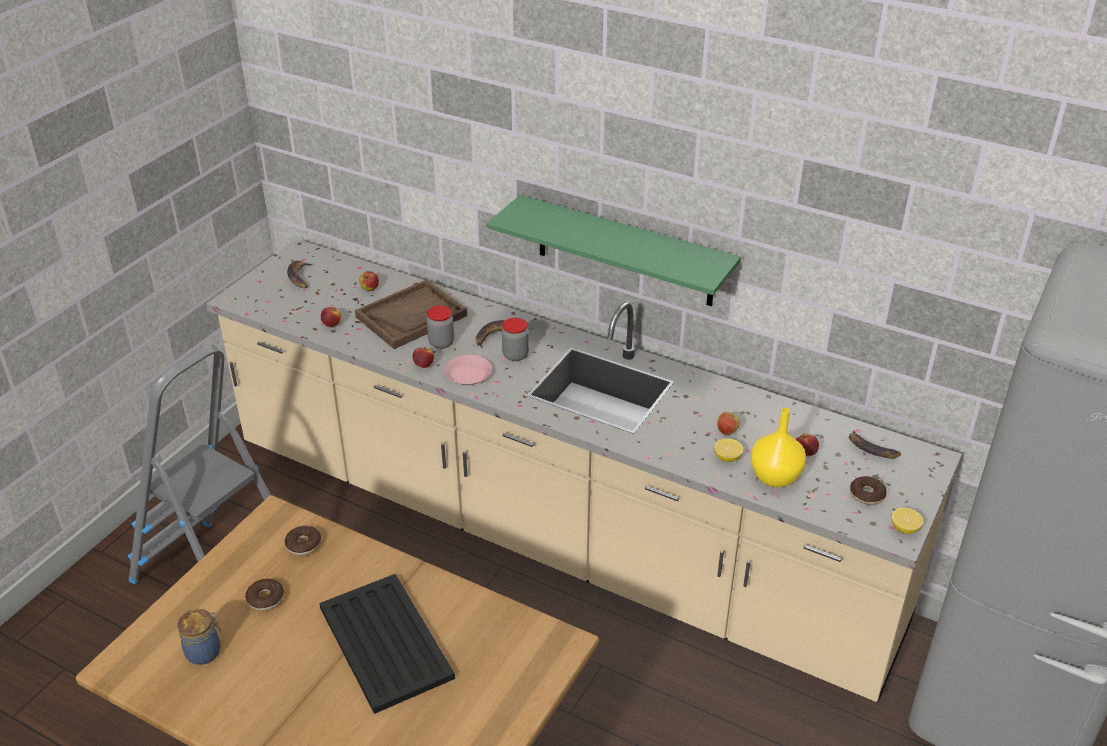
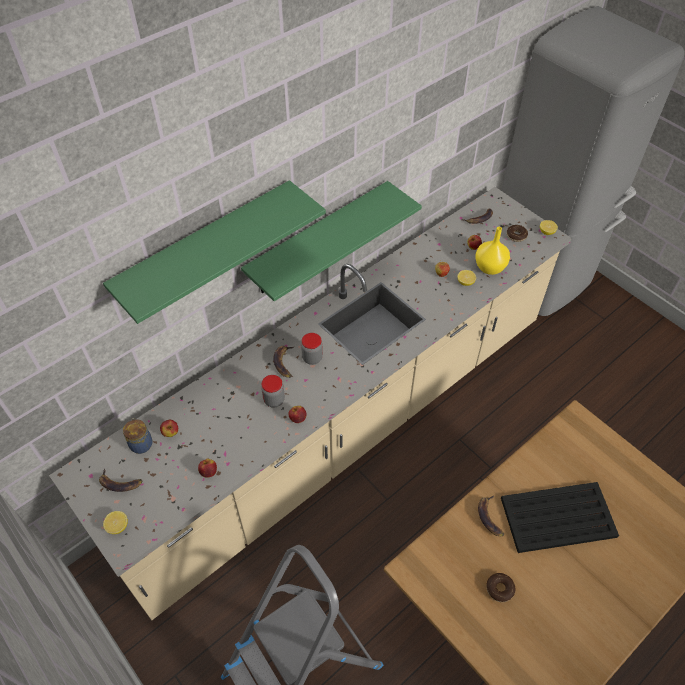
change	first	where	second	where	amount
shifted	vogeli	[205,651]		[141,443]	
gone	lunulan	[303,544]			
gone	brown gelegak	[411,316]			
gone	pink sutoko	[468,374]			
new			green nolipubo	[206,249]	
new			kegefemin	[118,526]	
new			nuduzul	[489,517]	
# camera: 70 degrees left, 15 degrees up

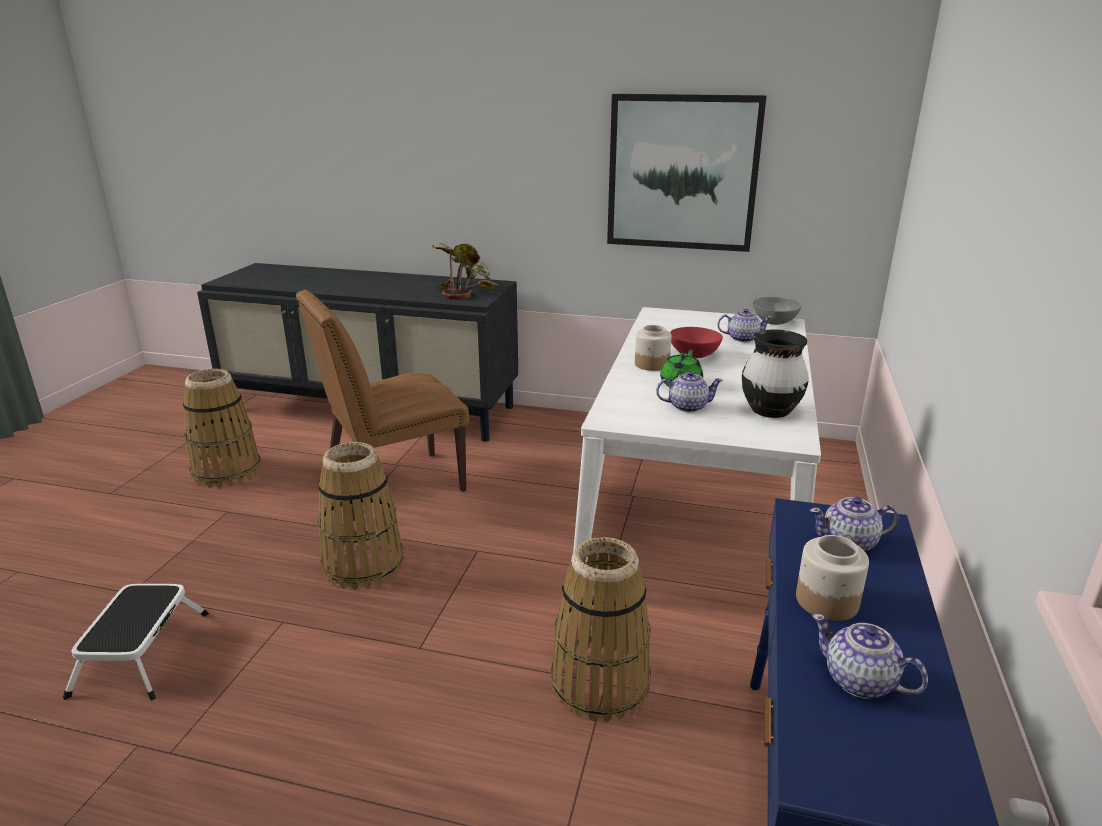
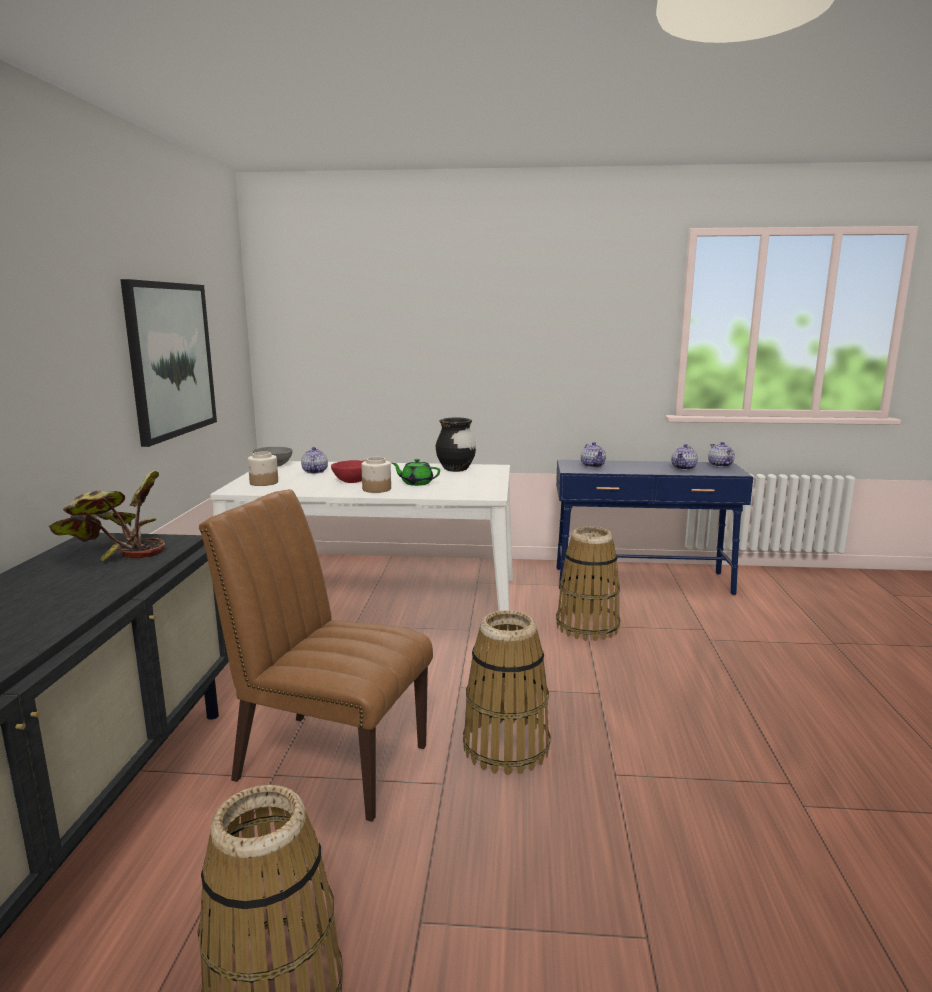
change	first	where	second	where	amount
gone	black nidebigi	[142,653]			
rotated	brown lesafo	[396,485]		[333,763]	150 degrees clockwise
shifted	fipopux	[687,406]		[720,465]	
shifted	vogeli	[826,601]		[264,483]	
# camera: 100 degrees left, 10 degrees down

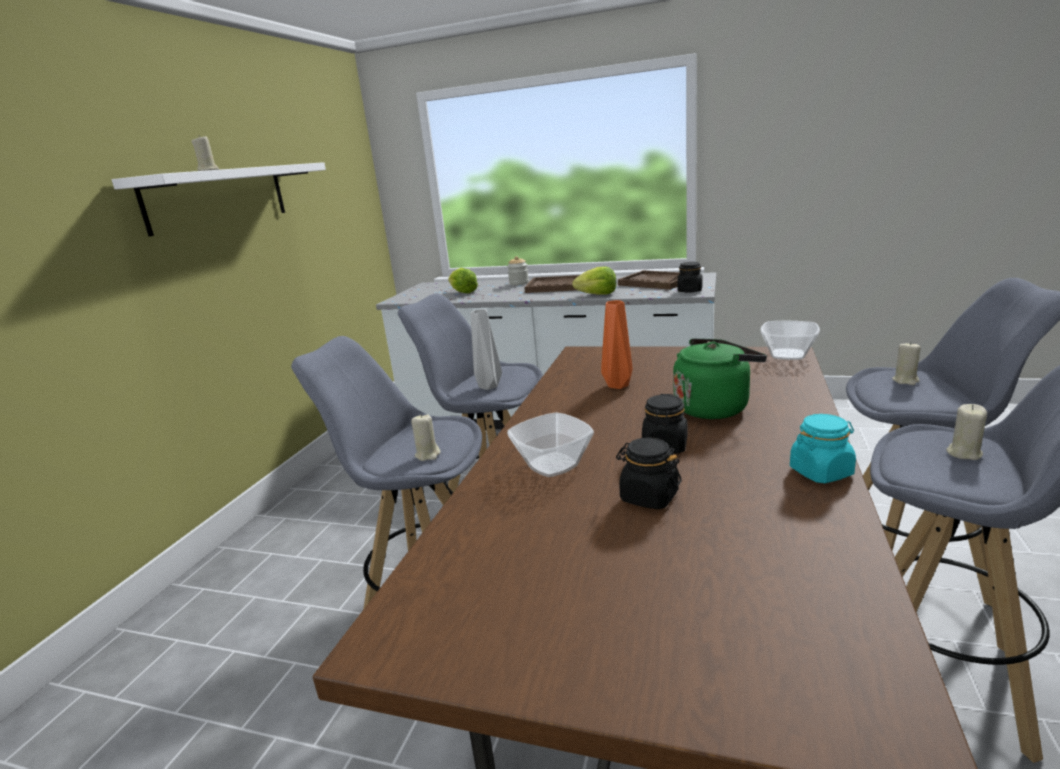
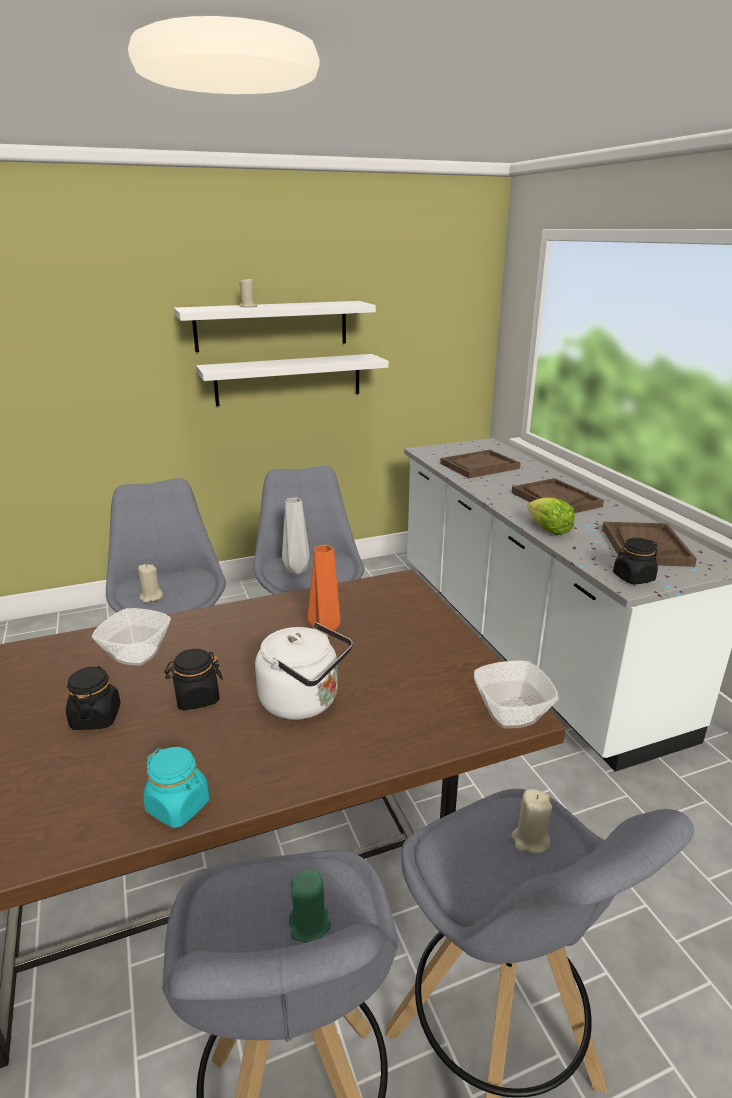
change	first	where	second	where	amount
swapped	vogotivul	[463,292]	brown gelegak	[479,466]	
gone	vogeli	[519,283]			
repainted	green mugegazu	[714,407]	white mugegazu	[304,701]	
repainted	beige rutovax	[963,453]	green rutovax	[310,924]	
new			white nolipubo	[288,379]	
# camera: 50 degrees right, 5 degrees up

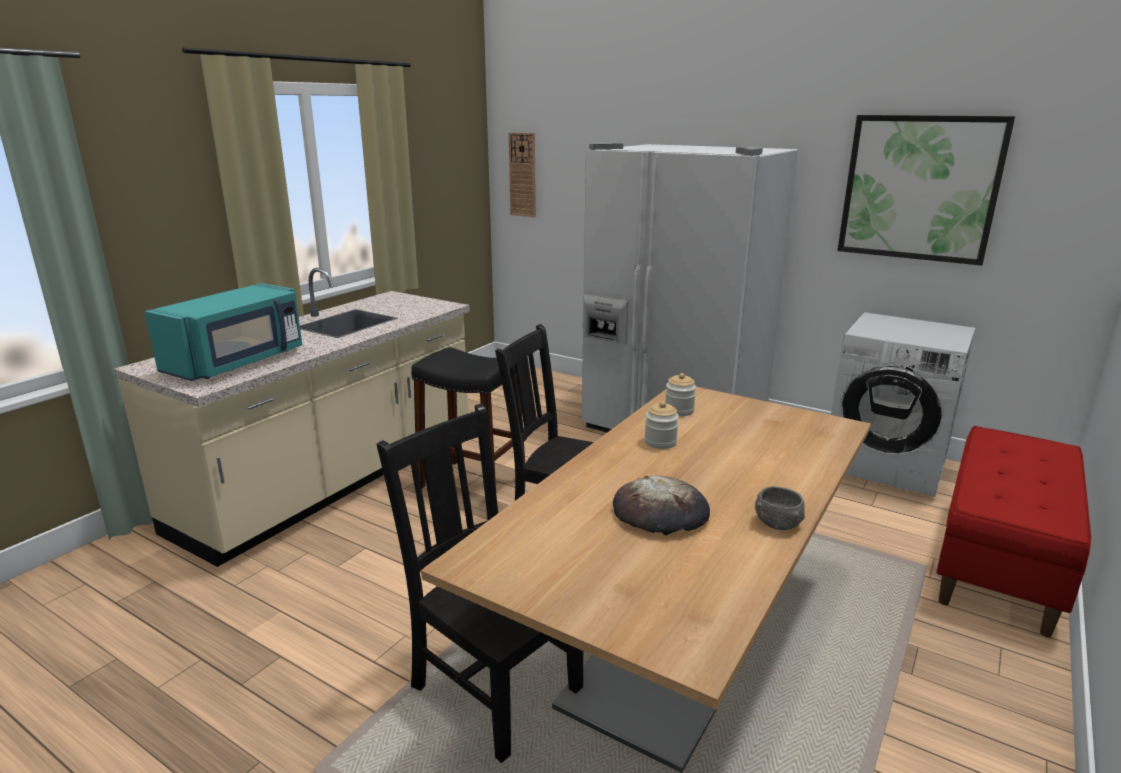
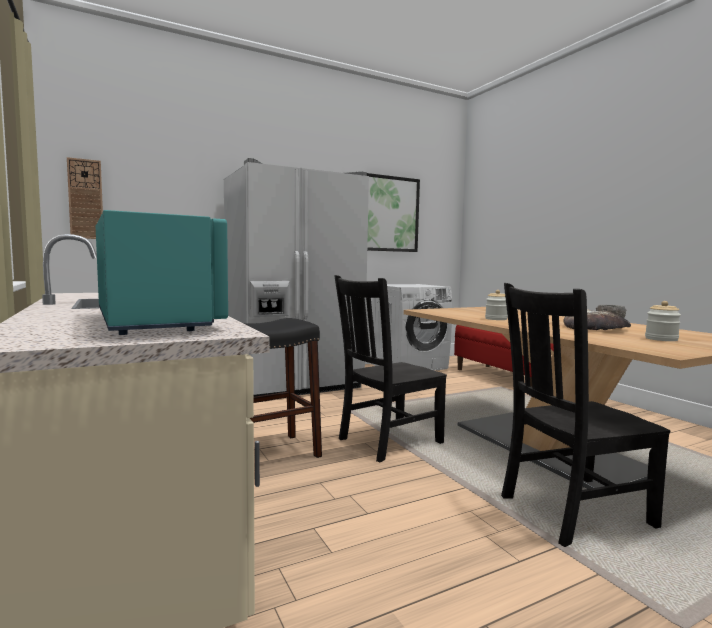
change	first	where	second	where	amount
shifted	vogeli	[679,410]		[661,339]	
# camera: 60 degrees left, 15 degrees down

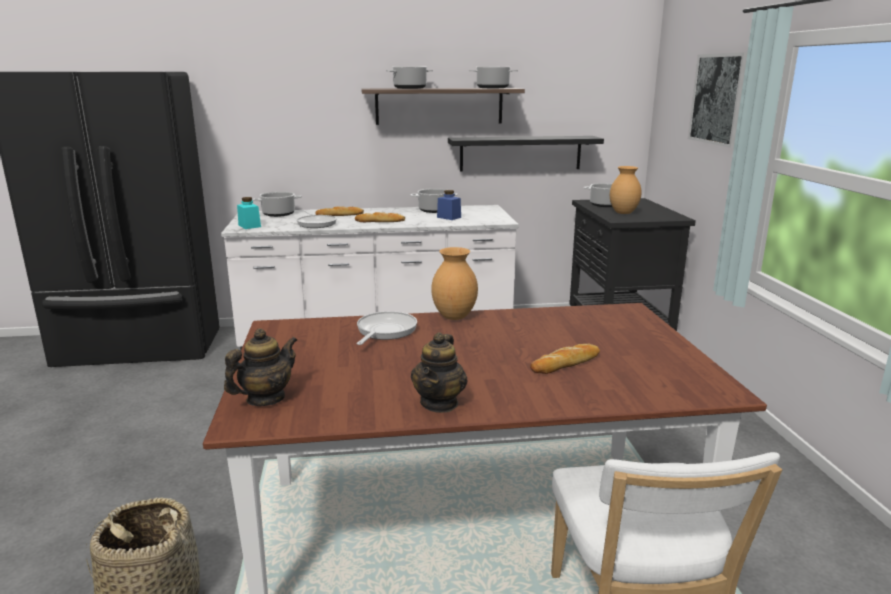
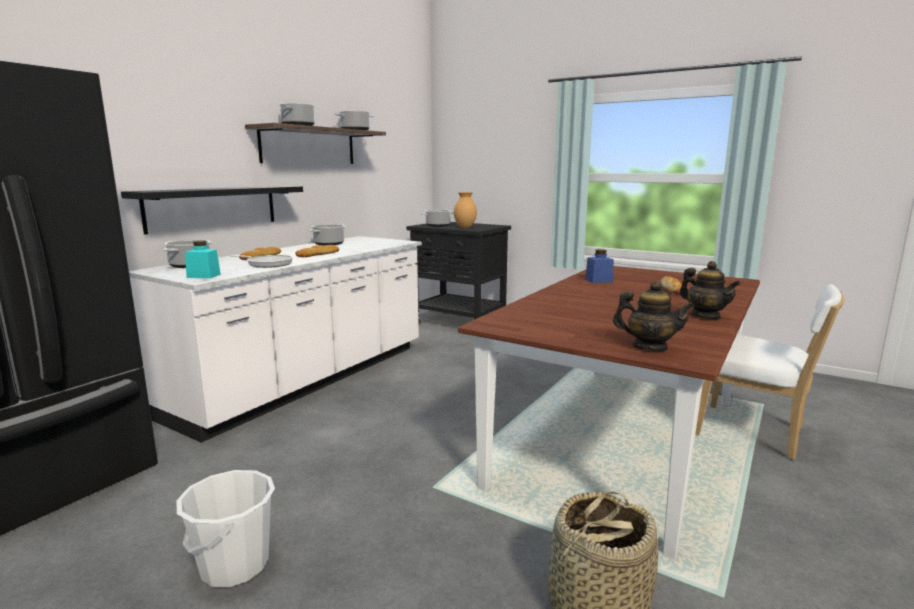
change	first	where	second	where	amount
rotated	fipopux	[265,399]		[649,347]	120 degrees clockwise
gone	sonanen	[385,331]			
gone	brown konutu	[453,316]			
shifted	blue vogeli	[449,217]		[599,280]	
shifted	black nolipubo	[520,153]		[213,207]	
gone	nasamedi	[719,99]			
new			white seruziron	[234,565]	
# camera: 50 degrees left, 5 degrees down

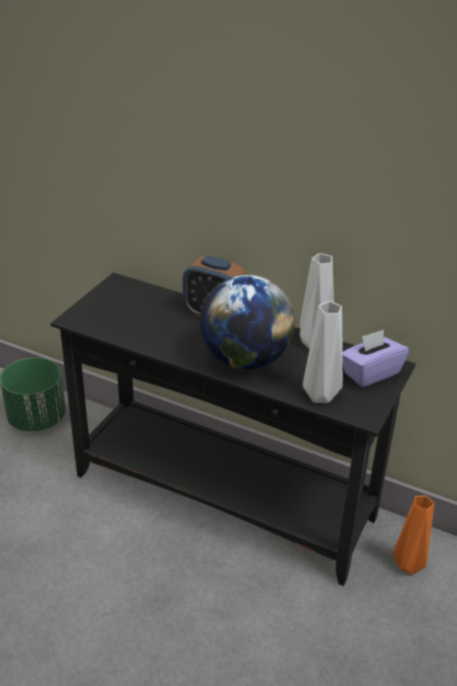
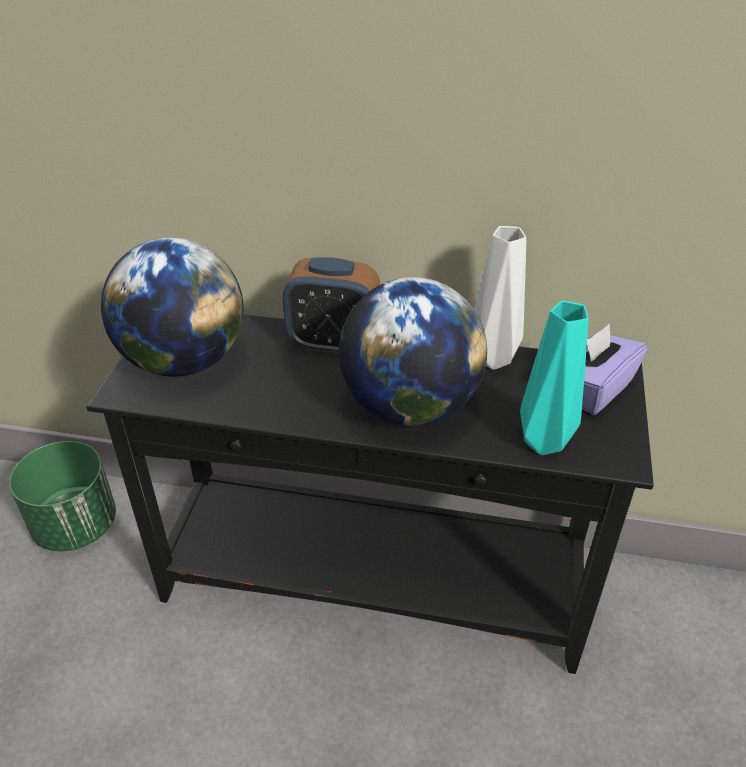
change	first	where	second	where	amount
repainted	grey konutu	[320,397]	turquoise konutu	[545,444]	
gone	orange konutu	[410,565]			
new			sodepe	[183,361]	
# camera: 15 degrees left, 5 degrees up

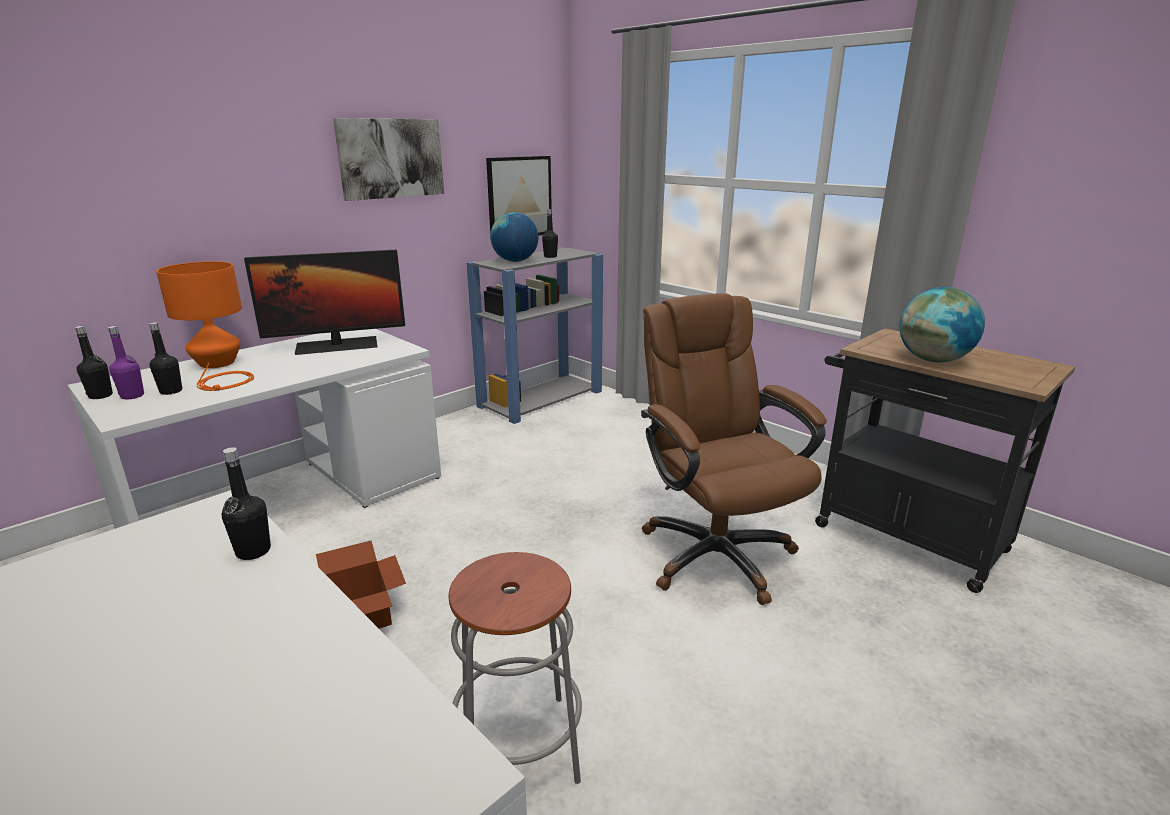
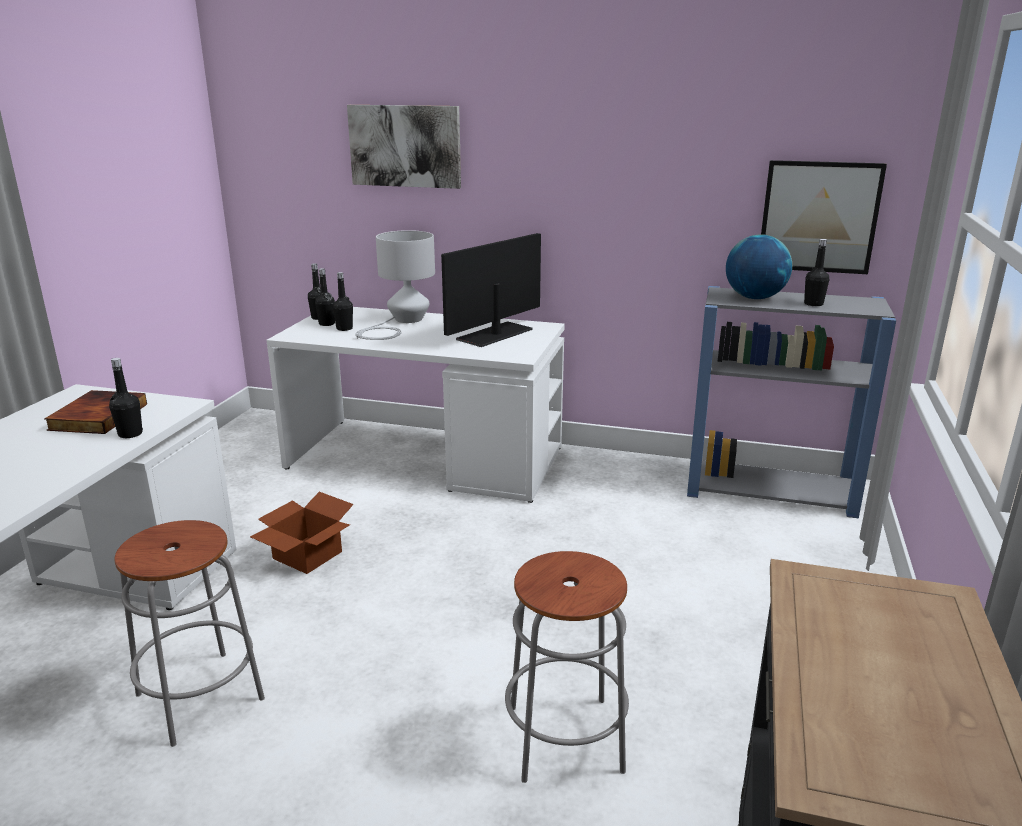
change	first	where	second	where	amount
repainted	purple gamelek	[132,396]	black gamelek	[326,324]	
repainted	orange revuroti	[220,370]	white revuroti	[397,324]	
rotated	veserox	[337,346]		[494,334]	90 degrees clockwise
shifted	nasamedi	[391,158]		[405,146]	
swapped	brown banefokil	[715,555]	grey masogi	[565,738]	
gone	sodepe	[933,360]			
new			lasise	[97,416]	
# camera: 60 degrees right, 0 degrees up

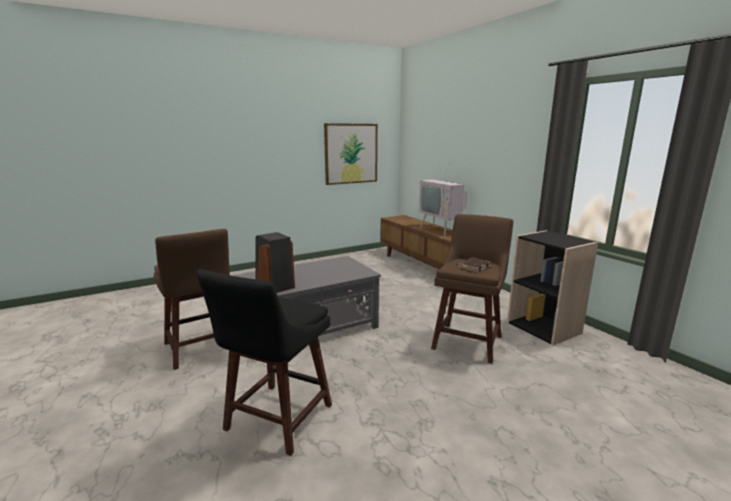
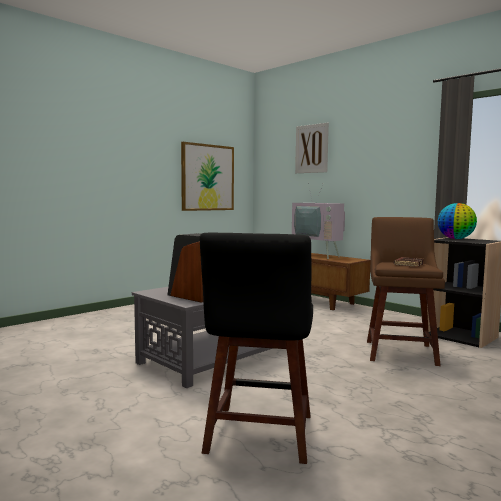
change	first	where	second	where	amount
gone	brown masogi	[201,349]			
new			nasamedi	[312,148]	
new			sodepe	[456,239]	
# camera: 15 degrees left, 10 degrees down

